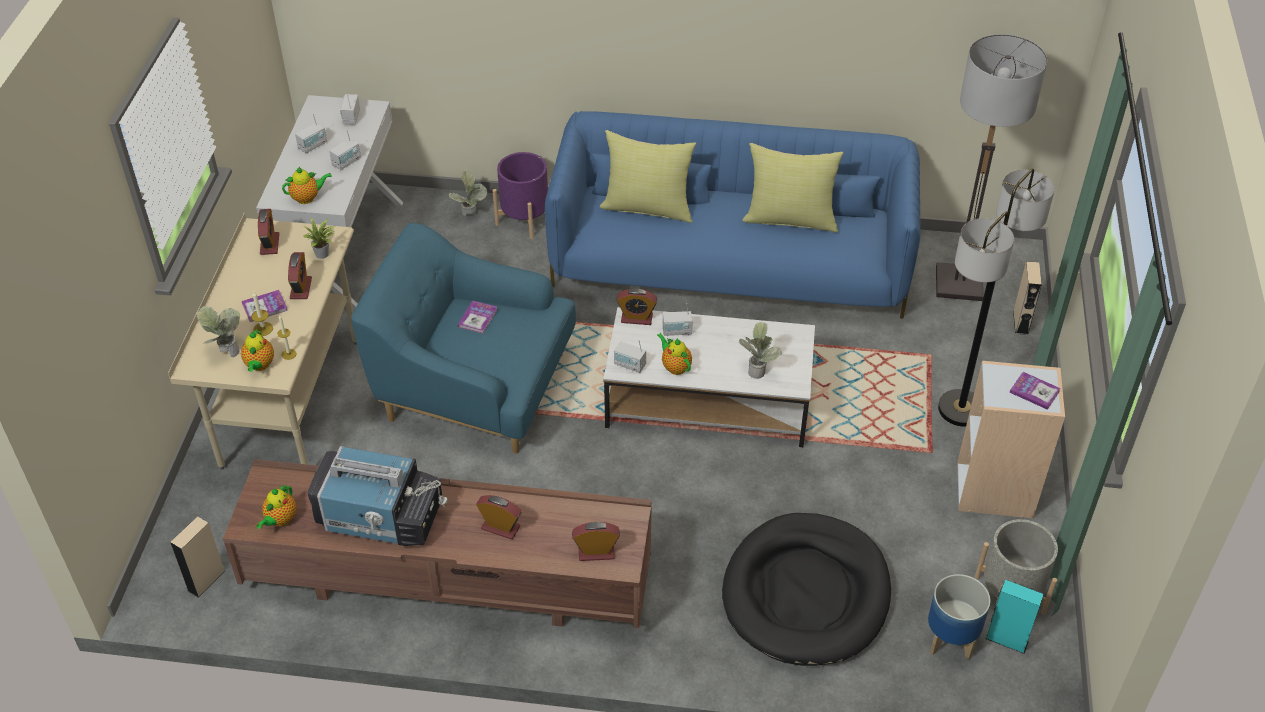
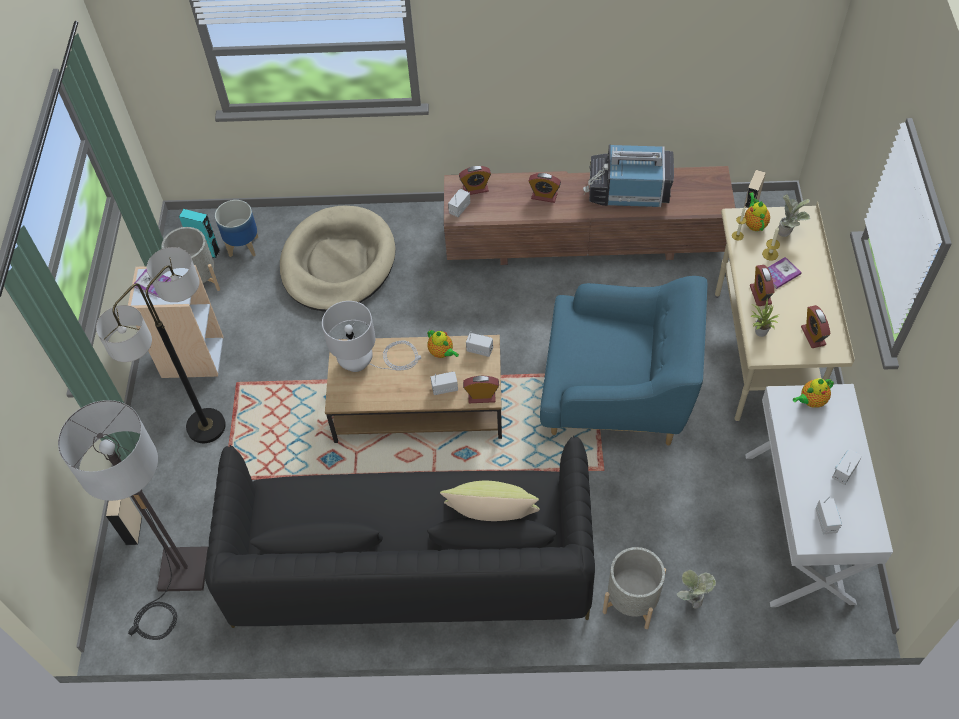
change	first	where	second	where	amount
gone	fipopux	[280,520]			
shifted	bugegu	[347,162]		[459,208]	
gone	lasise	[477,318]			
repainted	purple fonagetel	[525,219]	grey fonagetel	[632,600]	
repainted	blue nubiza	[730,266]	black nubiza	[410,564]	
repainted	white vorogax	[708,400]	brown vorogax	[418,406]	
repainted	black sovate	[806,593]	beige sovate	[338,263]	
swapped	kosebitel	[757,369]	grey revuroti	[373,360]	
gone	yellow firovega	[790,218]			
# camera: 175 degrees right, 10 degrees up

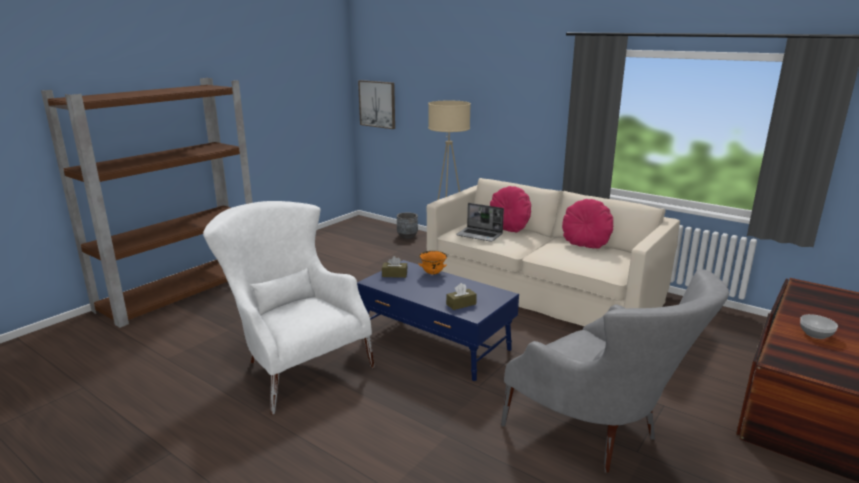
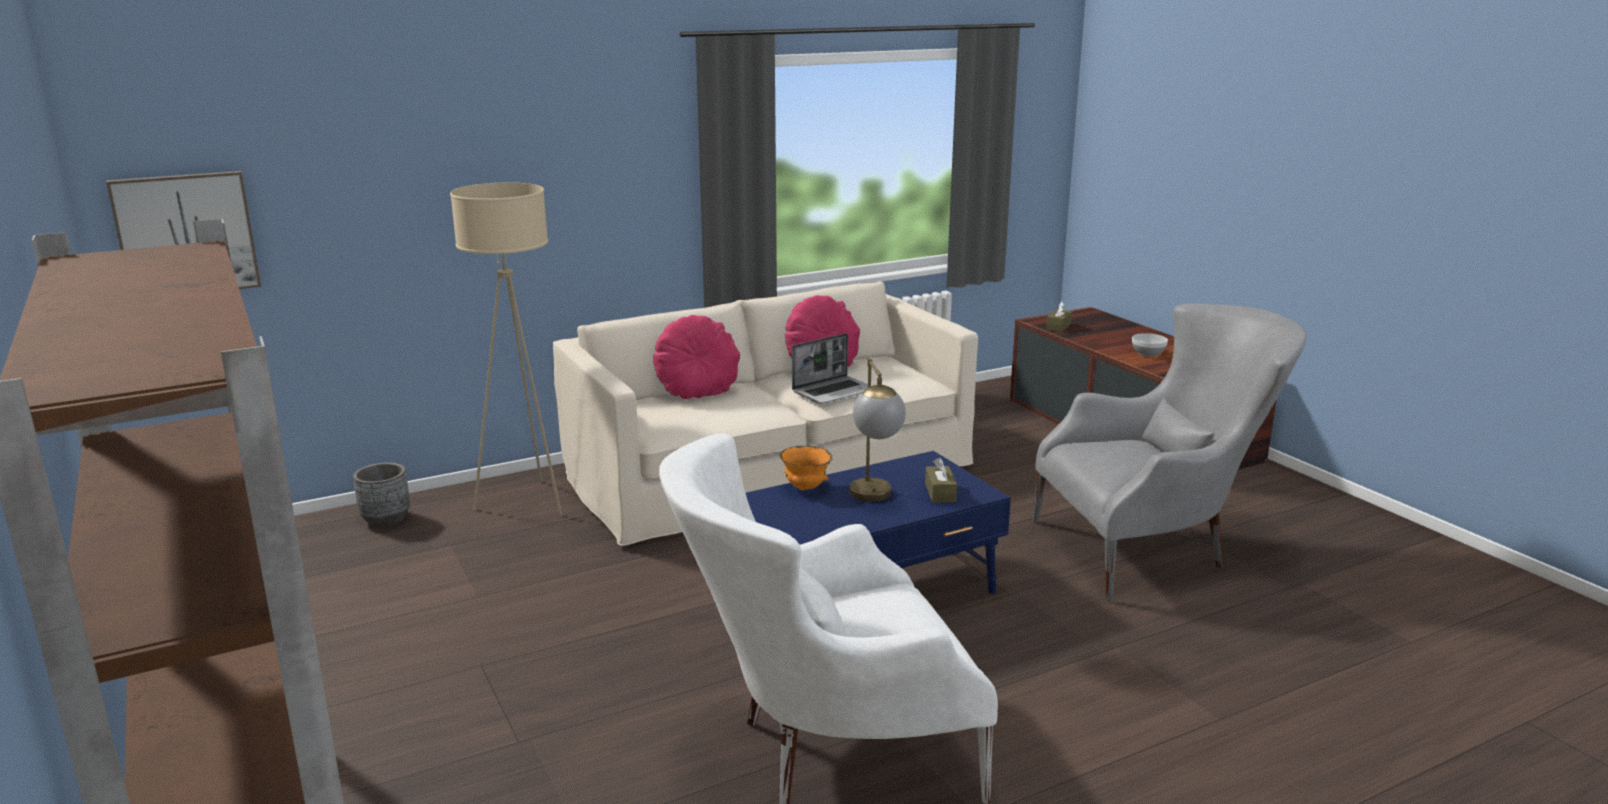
change	first	where	second	where	amount
shifted	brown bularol	[394,274]		[1058,327]	
shifted	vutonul	[480,235]		[834,391]	
new			revuroti	[874,499]	
# camera: 65 degrees left, 0 degrees up

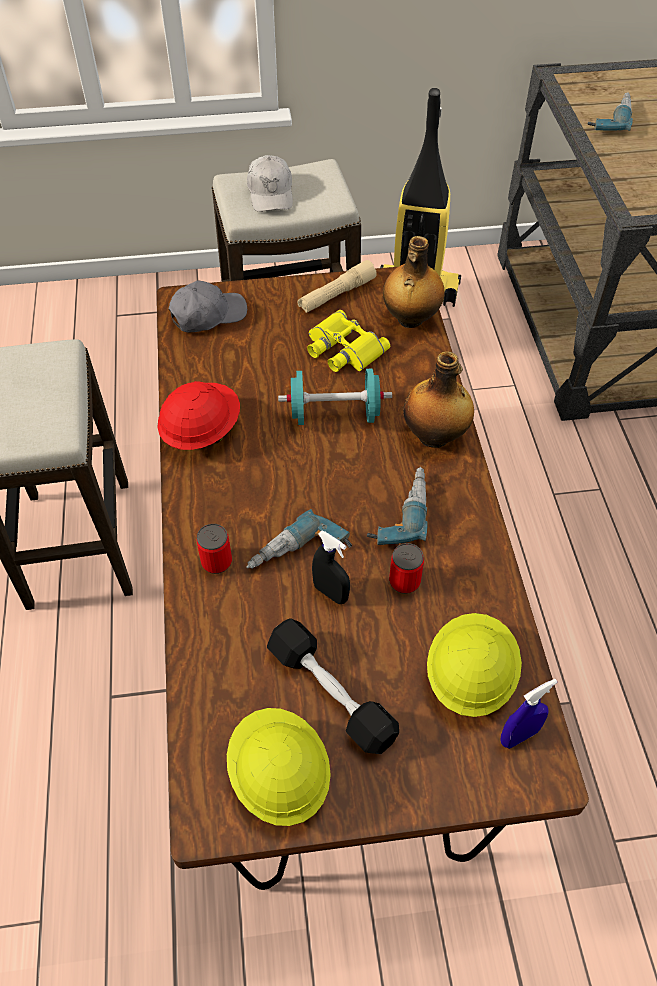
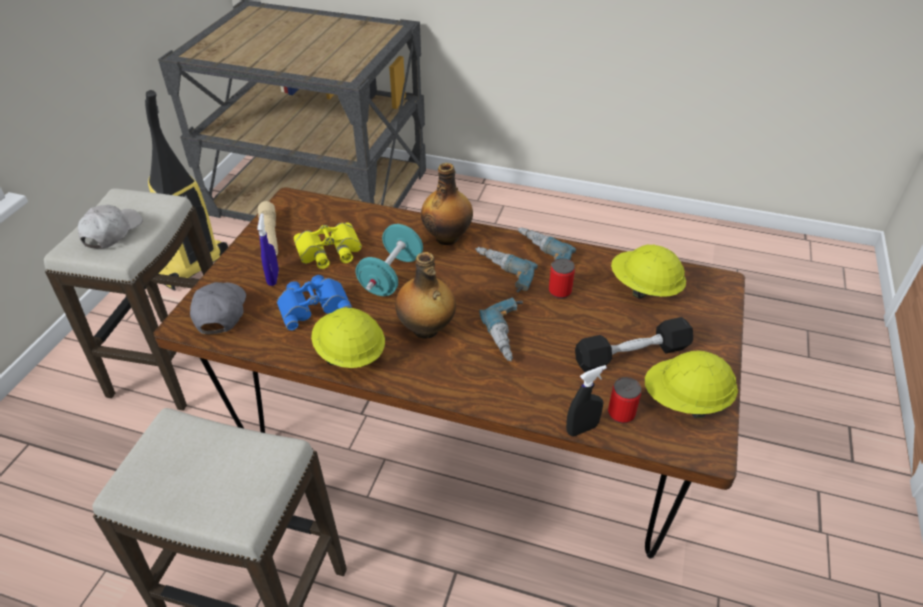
change	first	where	second	where	amount
repainted	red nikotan	[201,431]	yellow nikotan	[350,353]	
shifted	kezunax	[216,562]		[621,413]	
rotated	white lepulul	[271,193]		[112,232]	90 degrees counterclockwise
shifted	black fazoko	[331,593]		[582,429]	
shifted	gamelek	[410,319]		[426,329]	
shifted	blue fazoko	[519,736]		[273,278]	
shifted	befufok	[609,118]		[539,255]	
new			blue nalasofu	[313,305]	
# camera: 65 degrees left, 10 degrees down

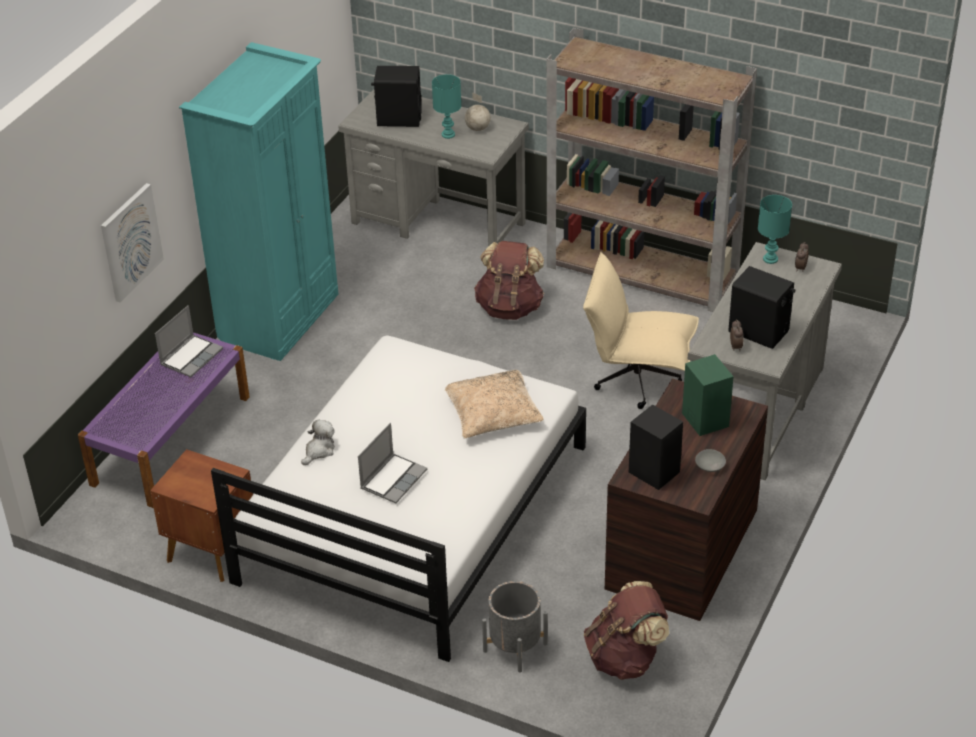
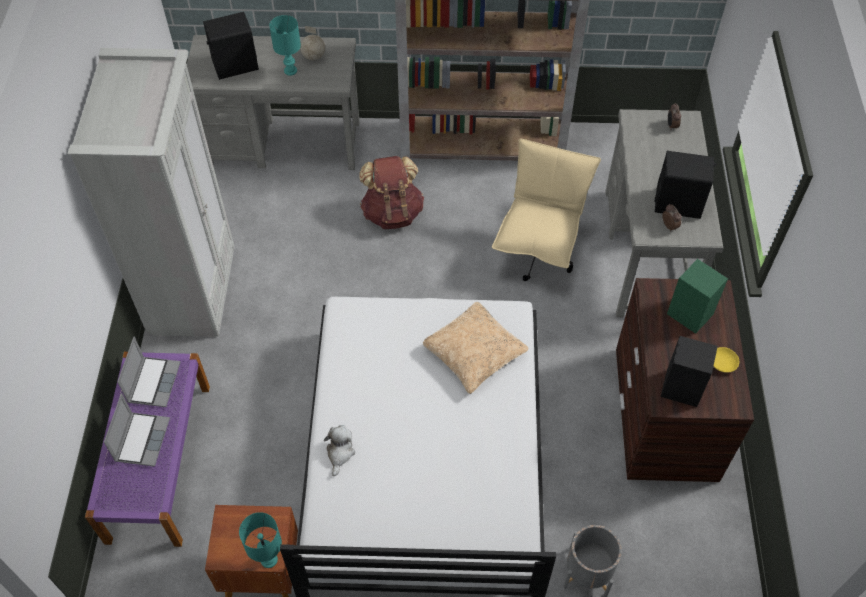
change	first	where	second	where	amount
gone	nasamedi	[130,242]			
repainted	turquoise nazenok	[279,318]	white nazenok	[193,289]	
shifted	vutonul	[393,479]		[142,439]	
rotated	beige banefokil	[638,380]		[538,252]	120 degrees clockwise
gone	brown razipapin	[625,658]			
repainted	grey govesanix	[710,466]	yellow govesanix	[723,363]	
shifted	turquoise revuroti	[771,259]		[269,559]	
# camera: 25 degrees left, 15 degrees up

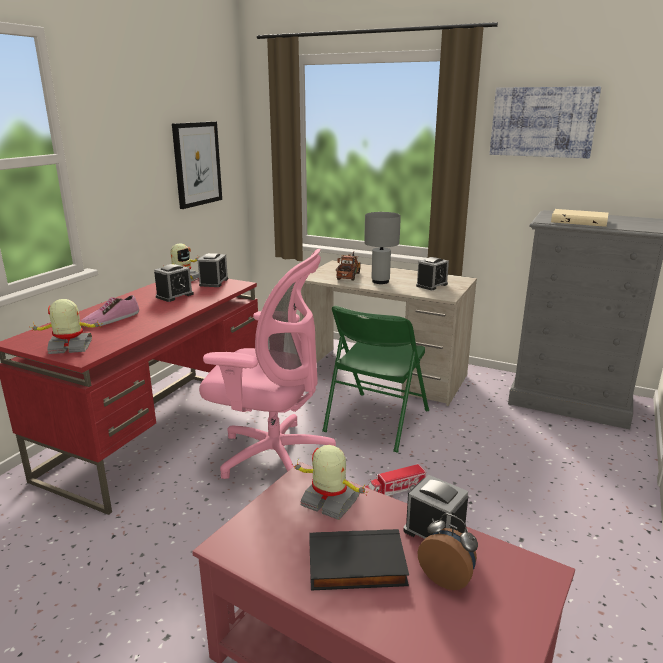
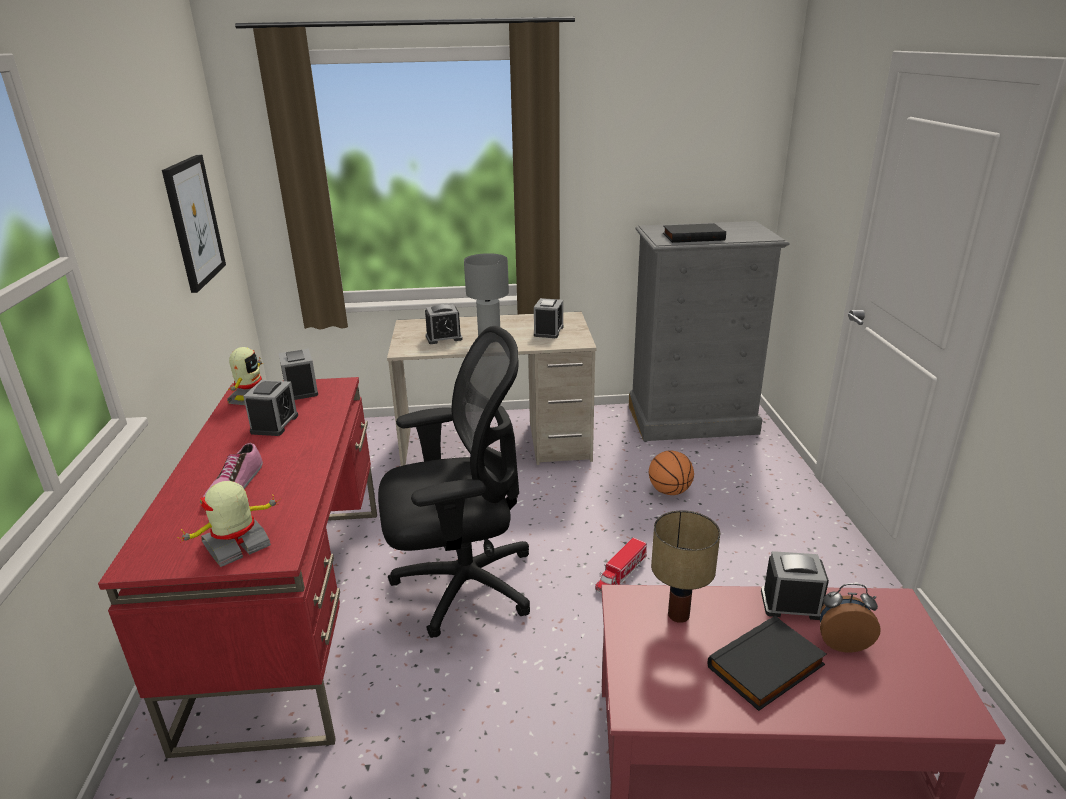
change	first	where	second	where	amount
repainted	pink banefokil	[267,455]	black banefokil	[458,589]	
swapped	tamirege	[329,502]	revuroti	[678,615]	
gone	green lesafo	[377,420]			
swapped	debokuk	[349,275]	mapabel	[444,338]	
gone	nasamedi	[542,122]			
repainted	beige lasise	[579,221]	black lasise	[693,236]	
new			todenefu	[669,491]	
# camera: 30 degrees left, 5 degrees up

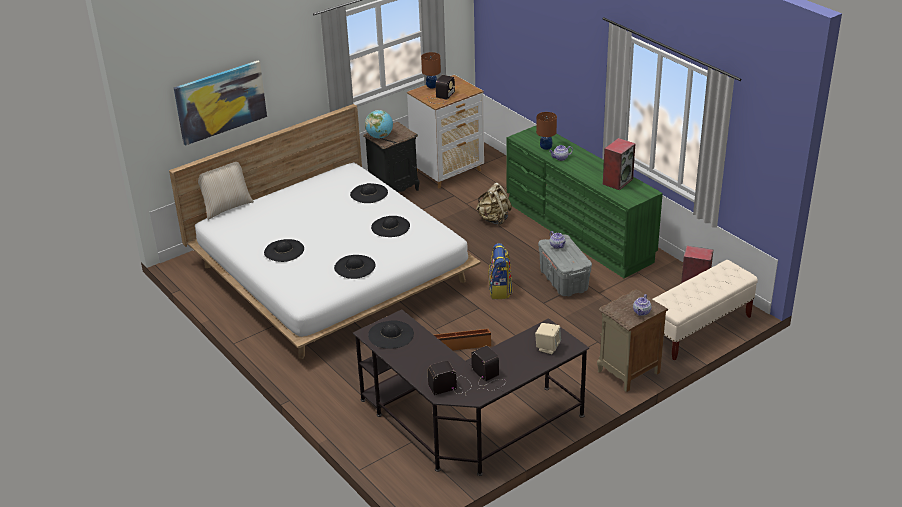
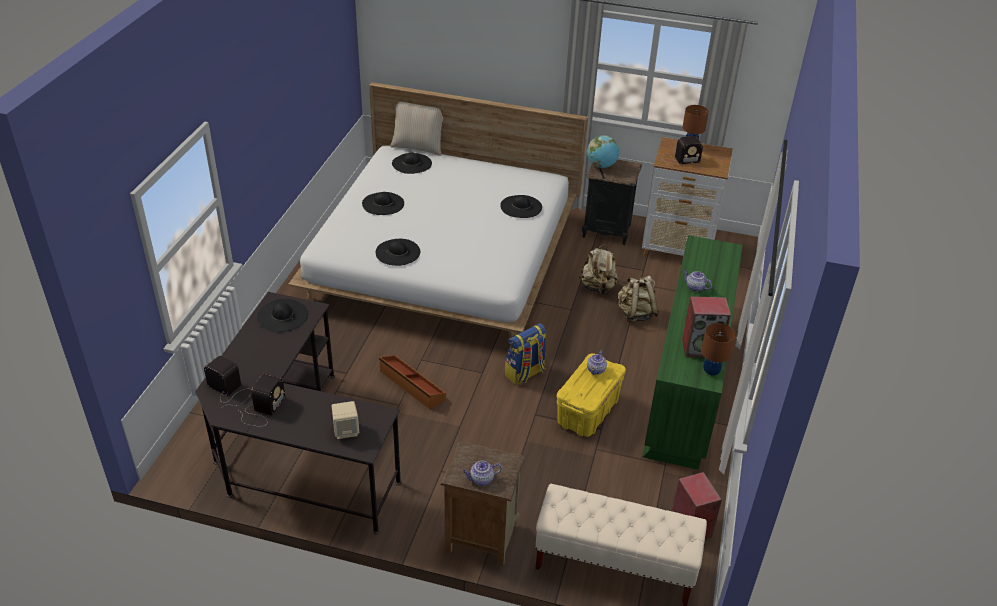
change	first	where	second	where	amount
gone	nasamedi	[220,102]			
shifted	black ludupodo	[390,227]		[411,163]	
shifted	brown revuroti	[546,147]		[712,371]	
repainted	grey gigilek	[564,281]	yellow gigilek	[588,412]	
new			beige razipapin	[597,287]	
# camera: 50 degrees right, 5 degrees up

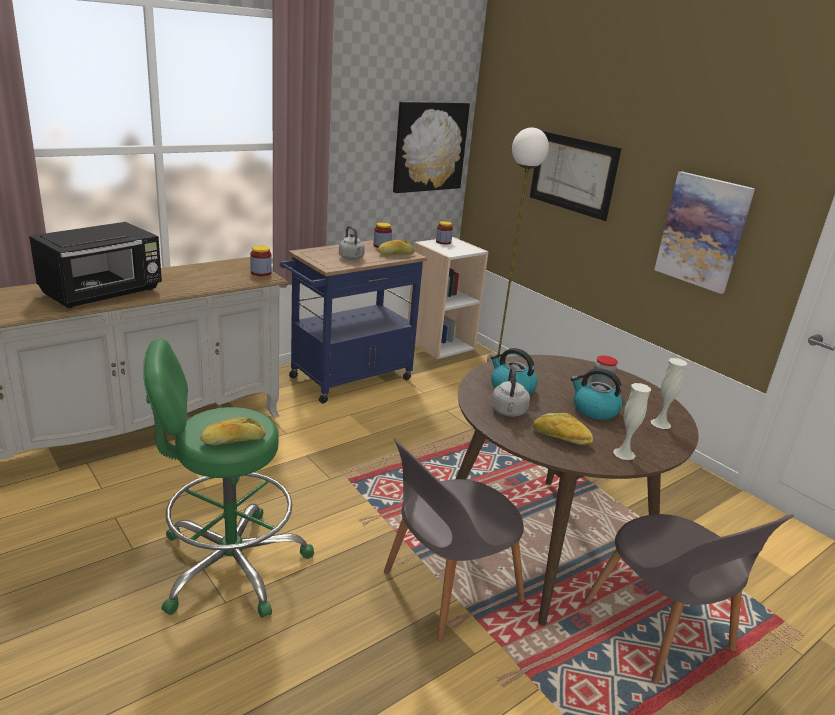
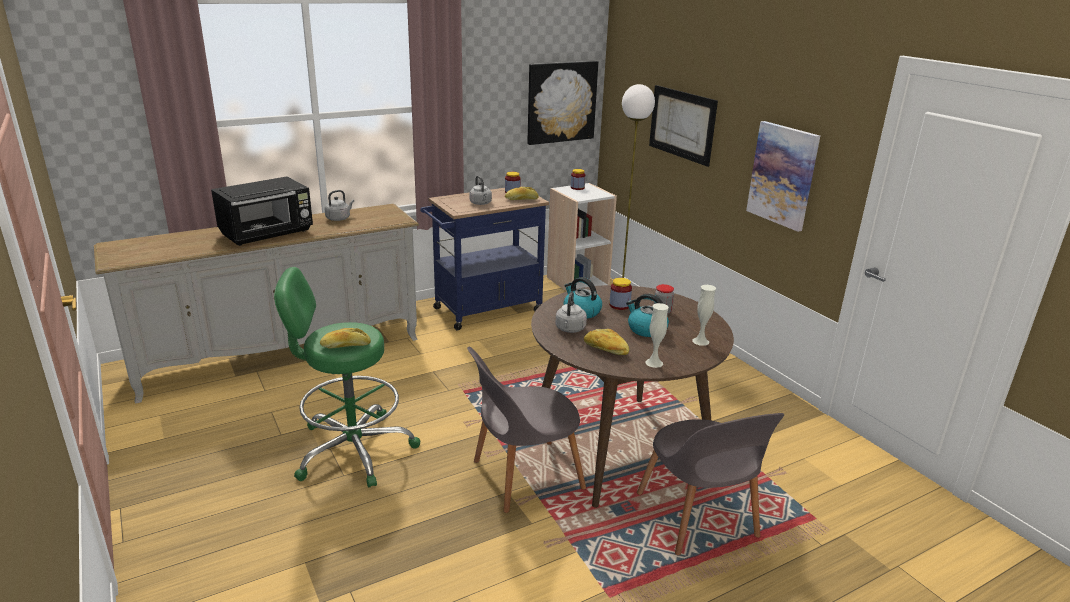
change	first	where	second	where	amount
shifted	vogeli	[261,273]		[619,305]	
new			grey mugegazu	[339,218]	
# camera: 10 degrees right, 0 degrees up

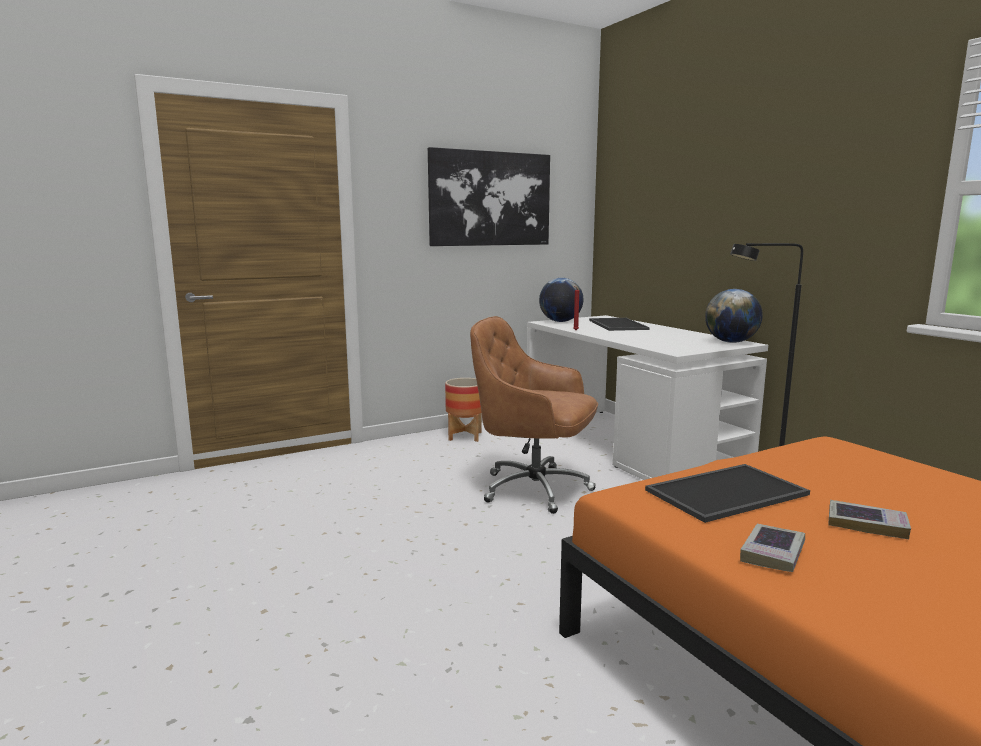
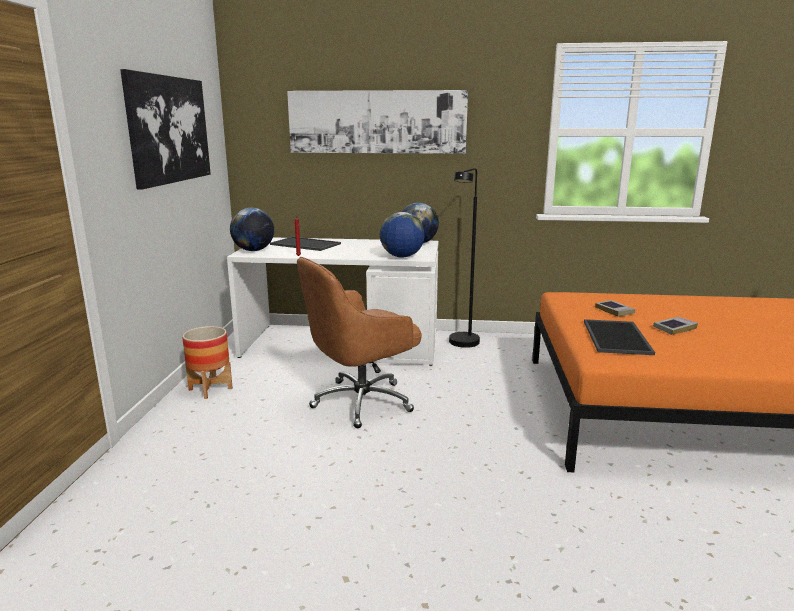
change	first	where	second	where	amount
shifted	lasise	[772,553]		[614,311]	
new			nasamedi	[377,122]	
new			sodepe	[402,257]	
# camera: 55 degrees left, 5 degrees up

